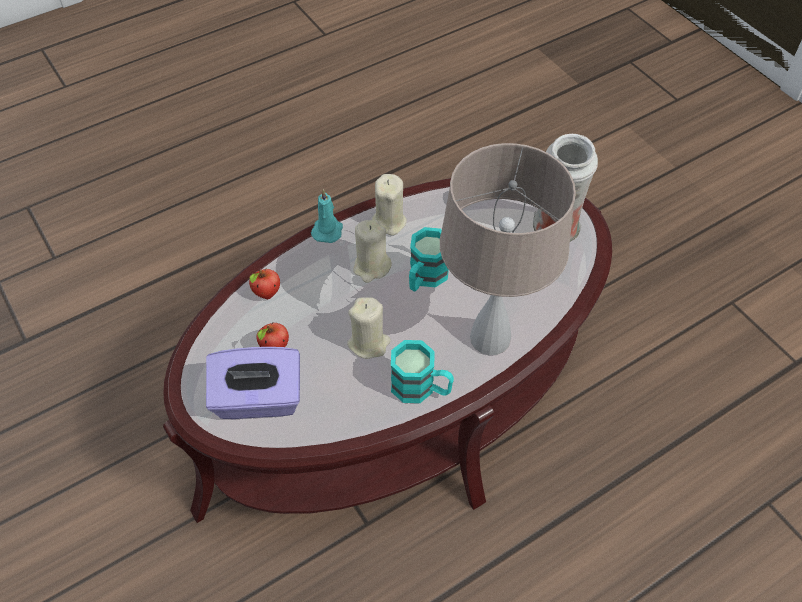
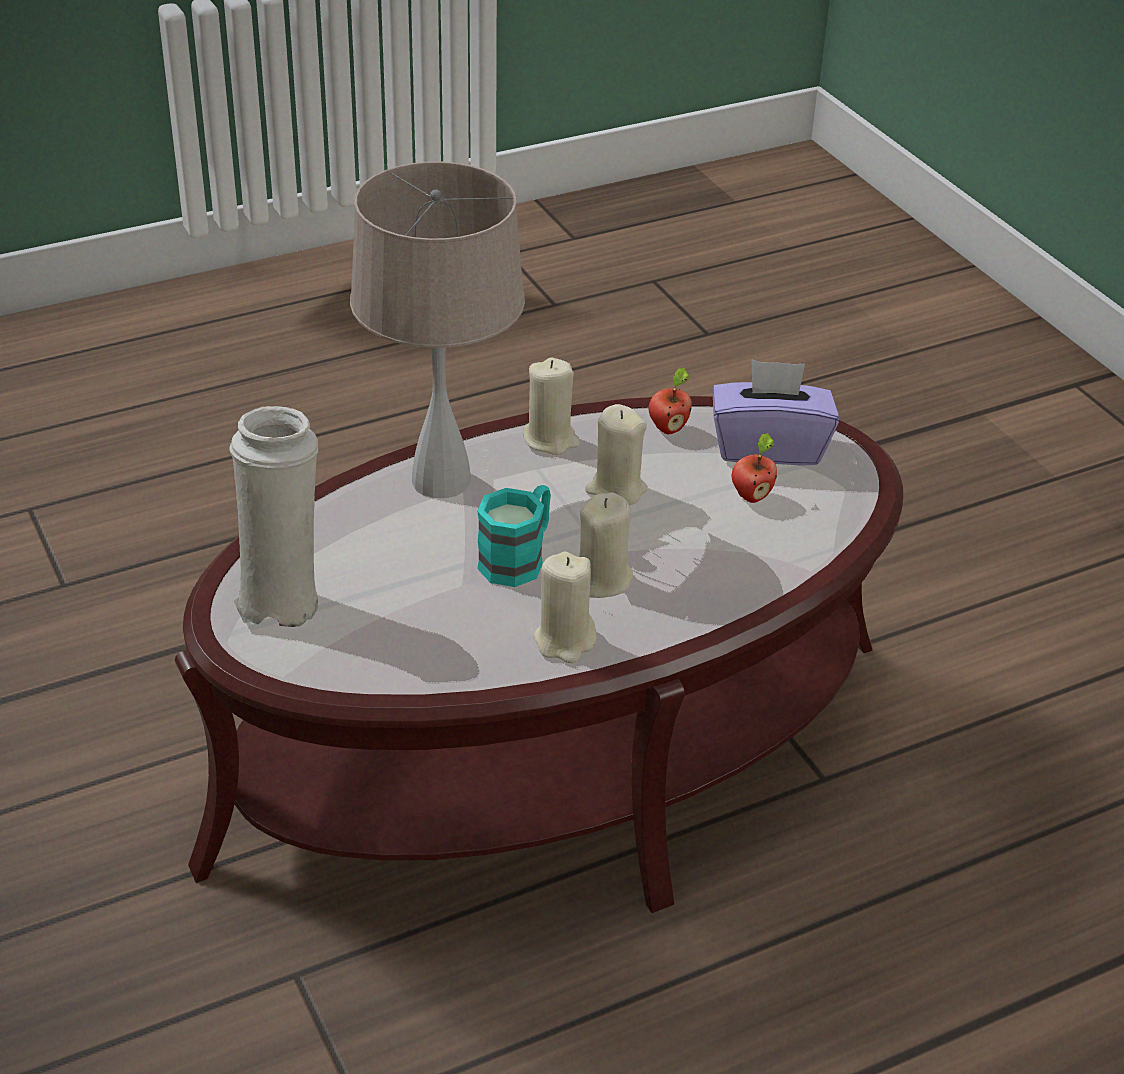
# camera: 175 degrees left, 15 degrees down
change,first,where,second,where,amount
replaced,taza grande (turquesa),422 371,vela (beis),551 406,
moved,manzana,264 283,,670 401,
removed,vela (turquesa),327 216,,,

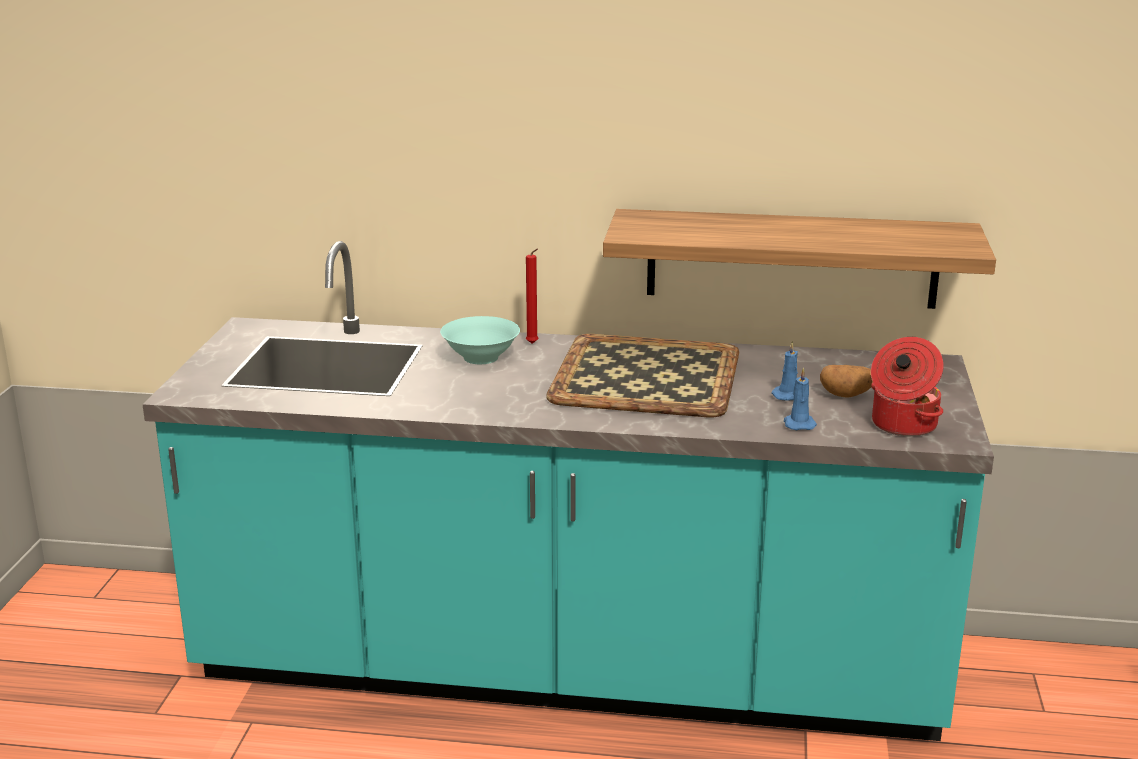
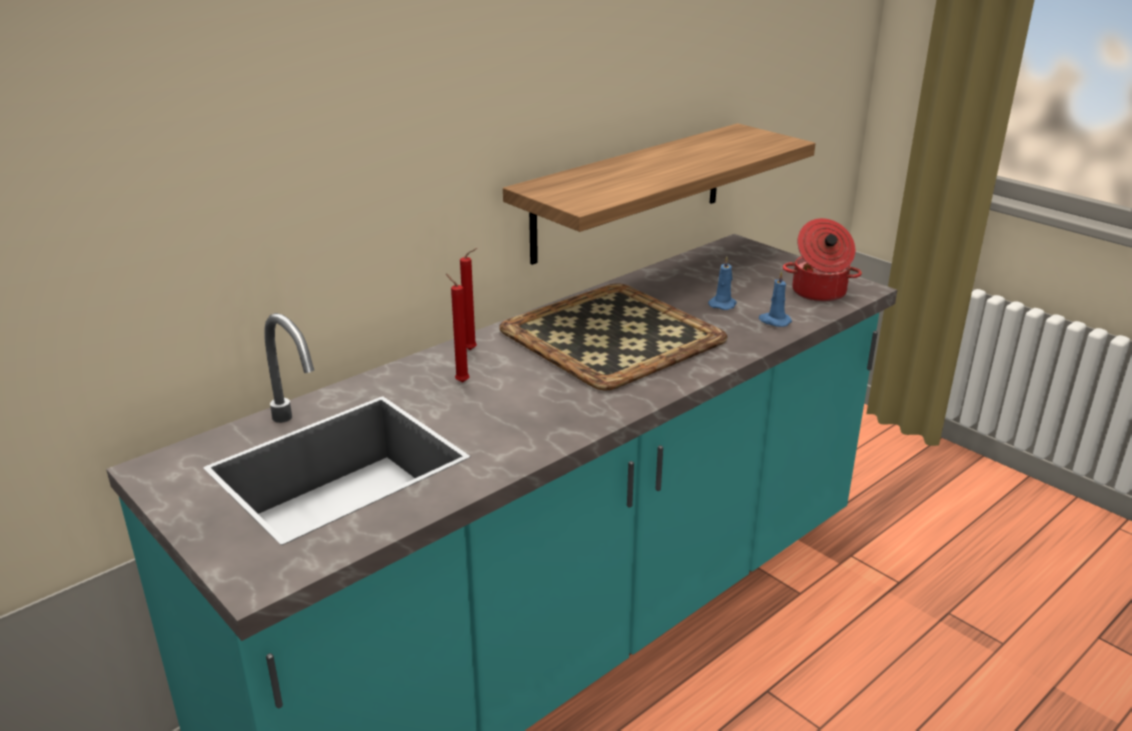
# camera: 50 degrees left, 5 degrees up
change,first,where,second,where,amount
replaced,cuenco (turquesa),480 340,vela (rojo),457 328,
removed,patata,846 381,,,

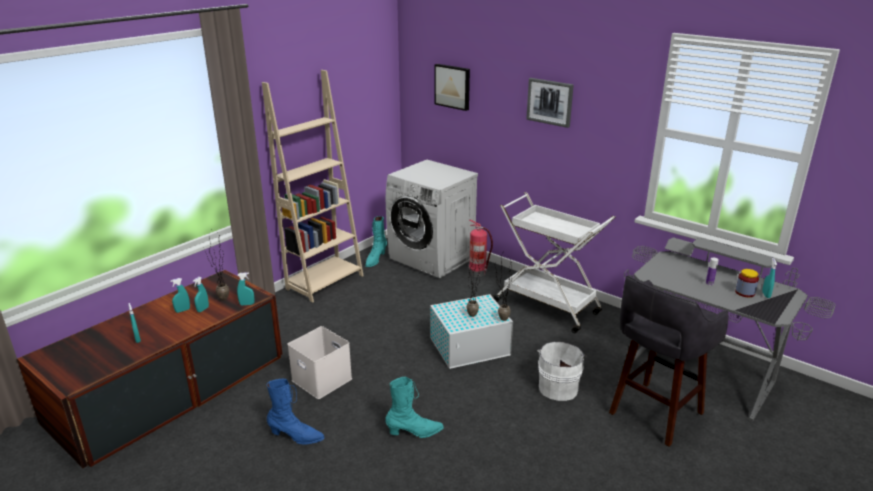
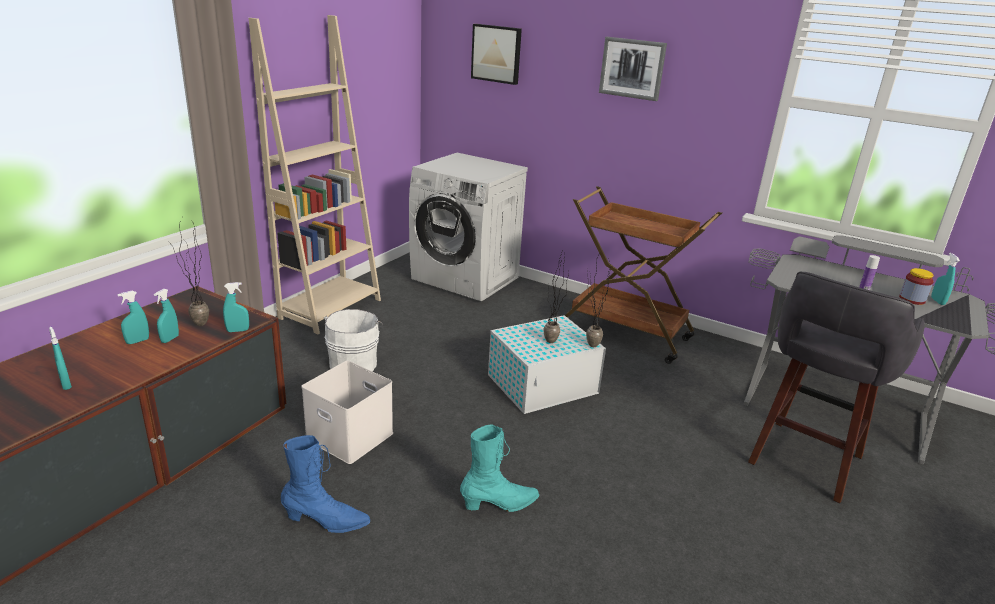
# camera: 10 degrees left, 0 degrees up
change,first,where,second,where,amount
moved,cubo (blanco),562 371,,353 340,
recoloured,carrito (blanco),554 262,carrito (marrón),643 275,
removed,bota (turquesa),376 241,,,
removed,extintor,481 248,,,

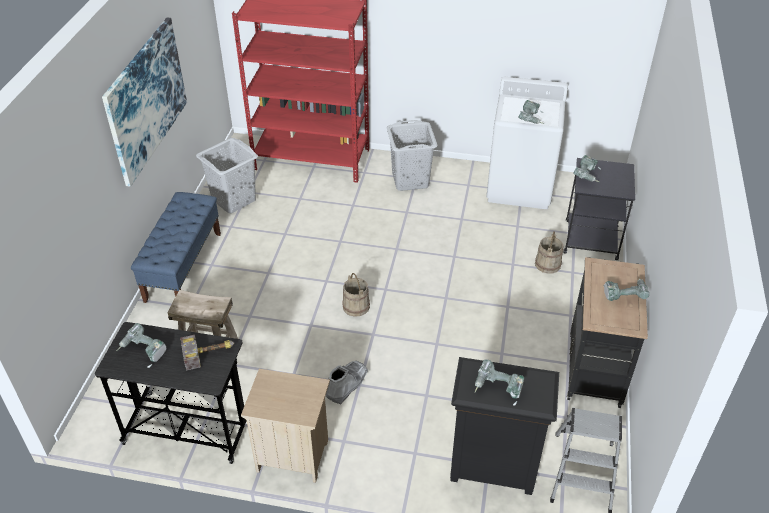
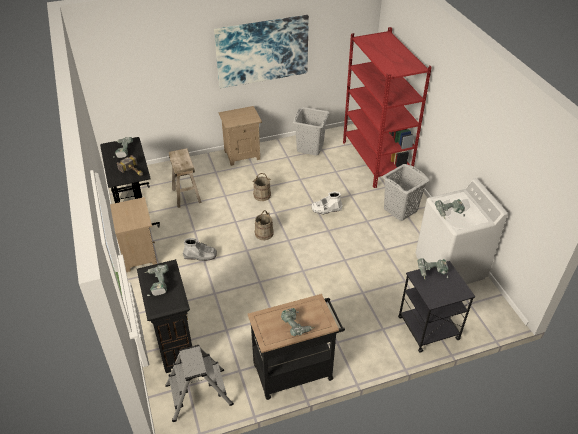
# camera: 60 degrees right, 0 degrees up
change,first,where,second,where,amount
replaced,banco (azul),176 247,mesita de noche (beis),240 136,
moved,cubo (beis),549 252,,261 187,
added,,,bota (blanco),327 202,

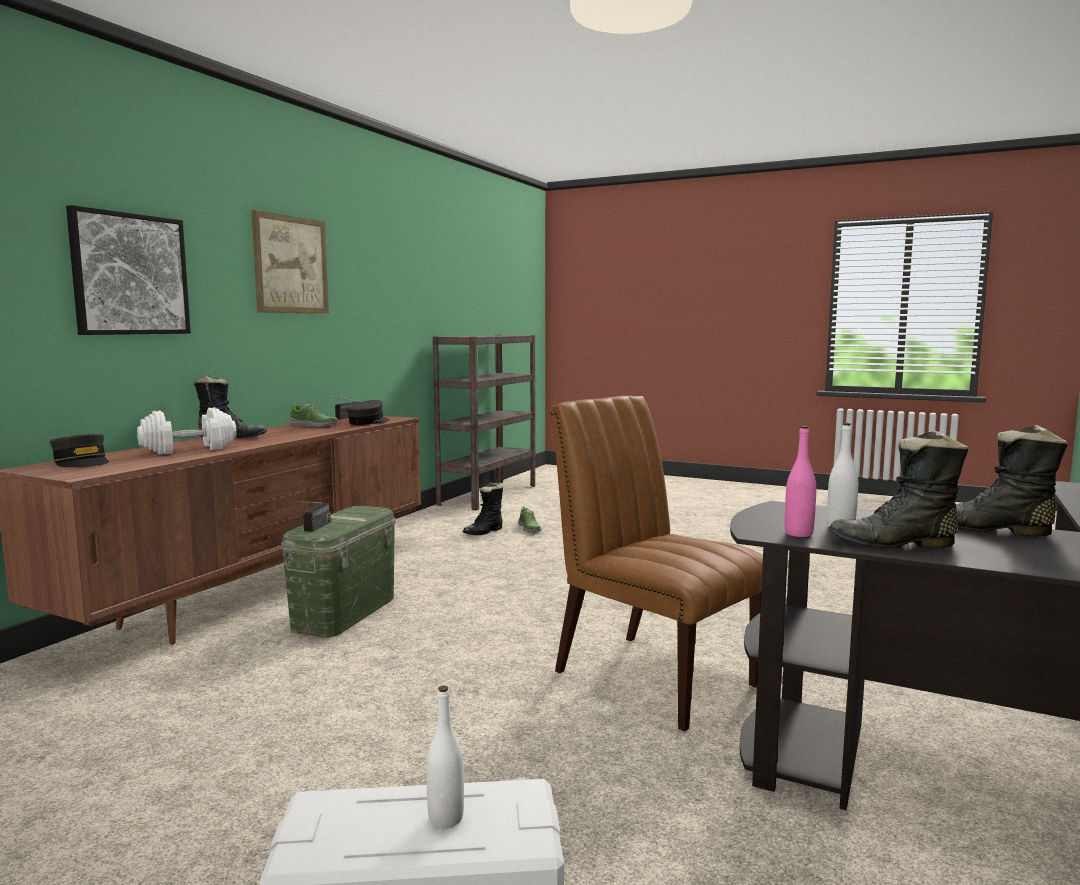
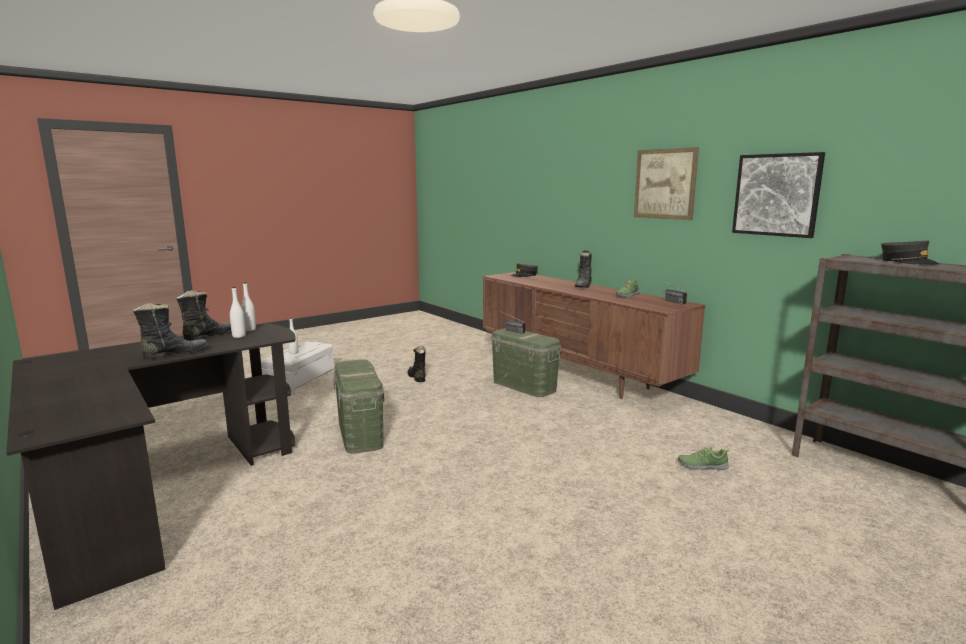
# camera: 115 degrees right, 5 degrees up
change,first,where,second,where,amount
recoloured,botella (rosa),800 481,botella (blanco),248 306,
replaced,silla (marrón),656 564,caja de almacenaje (verde),358 406,
moved,bota (negro),482 508,,417 364,
moved,cuadro,128 270,,778 195,
moved,gorra (gris),368 412,,910 253,
removed,mancuerna (blanco),187 431,,,

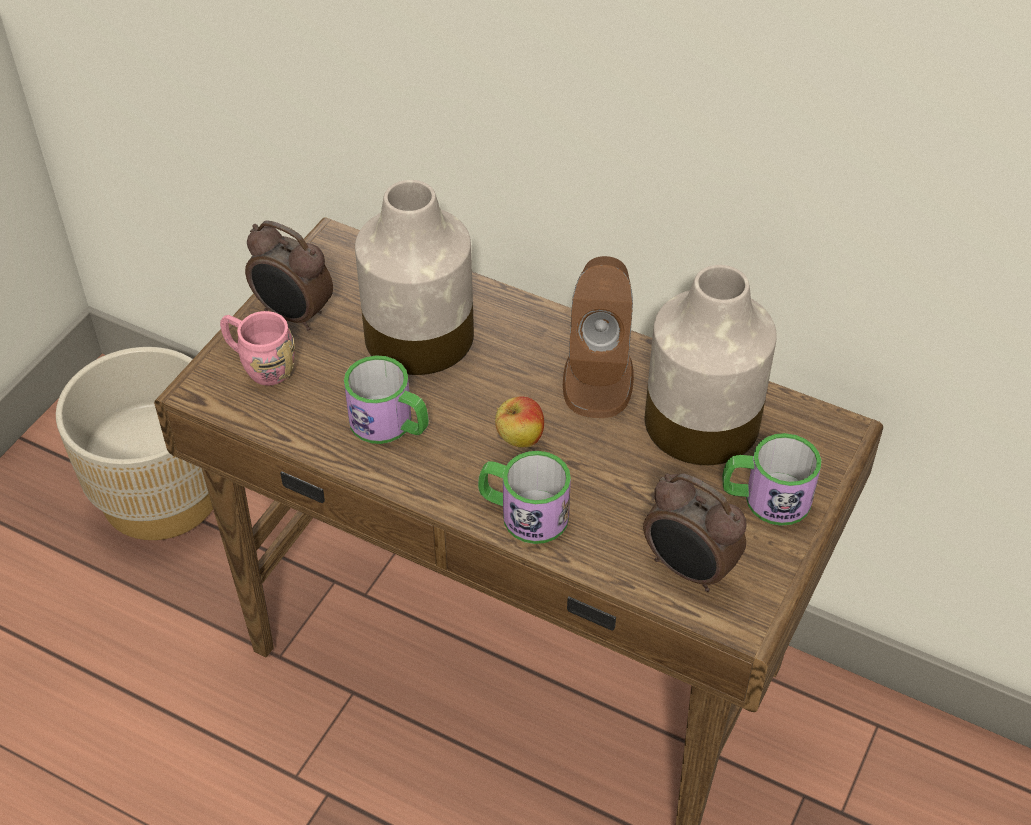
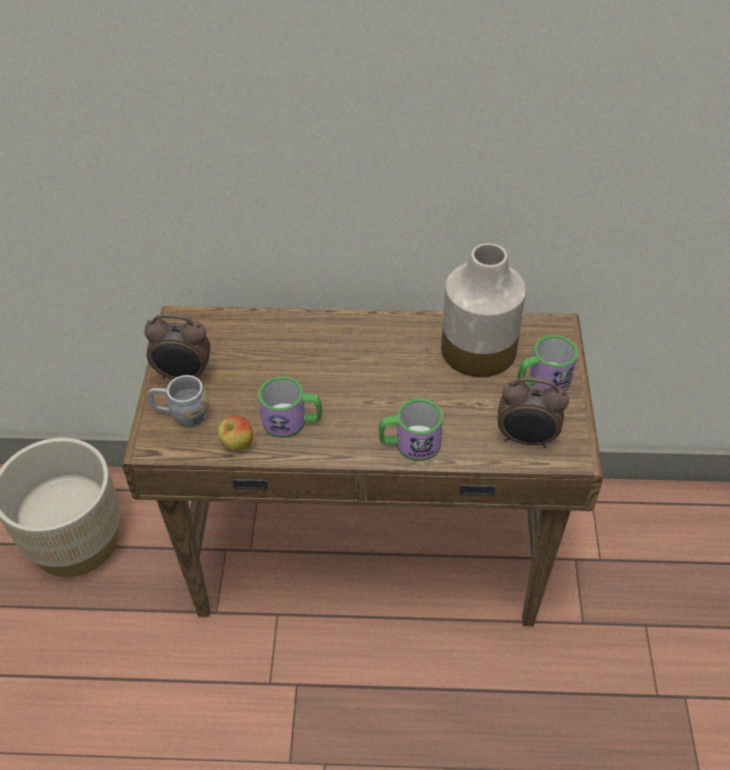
# camera: 25 degrees left, 0 degrees up
change,first,where,second,where,amount
recoloured,taza grande (rosa),257 348,taza grande (gris),178 401,
moved,manzana,519 422,,235 433,
removed,florero (beis),414 277,,,
removed,altavoz (marrón),598 337,,,

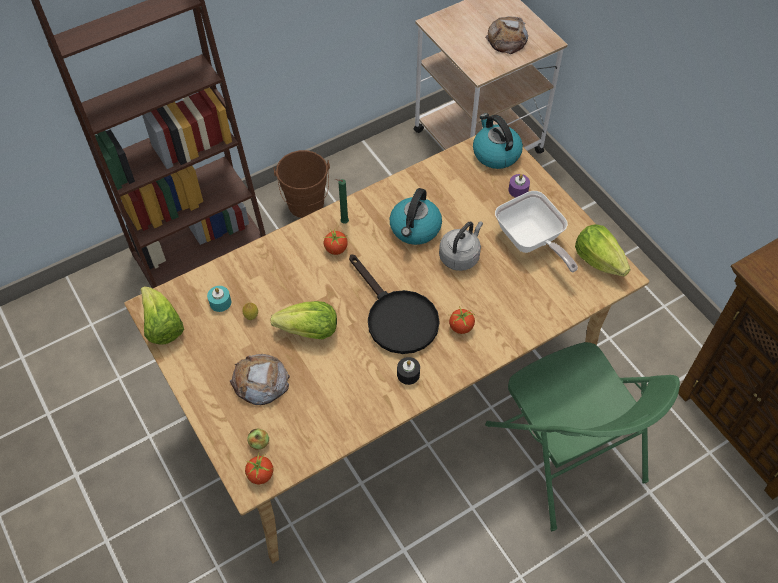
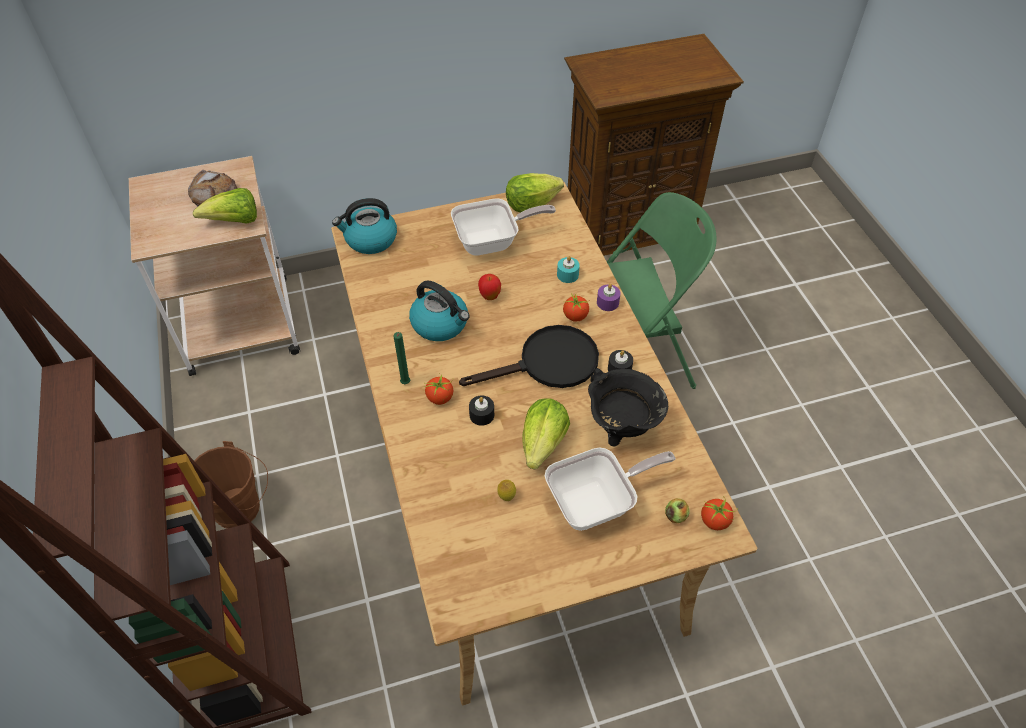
# camera: 75 degrees left, 5 degrees down
change,first,where,second,where,amount
moved,lechuga,162 315,,225 206,
added,,,vela (negro),481 410,
replaced,hervidor (gris),461 246,manzana,489 287,
replaced,pan,260 379,sartén,610 489,
moved,vela (turquesa),219 299,,568 269,
added,,,olla (negro),628 407,
moved,vela (morado),519 186,,609 297,

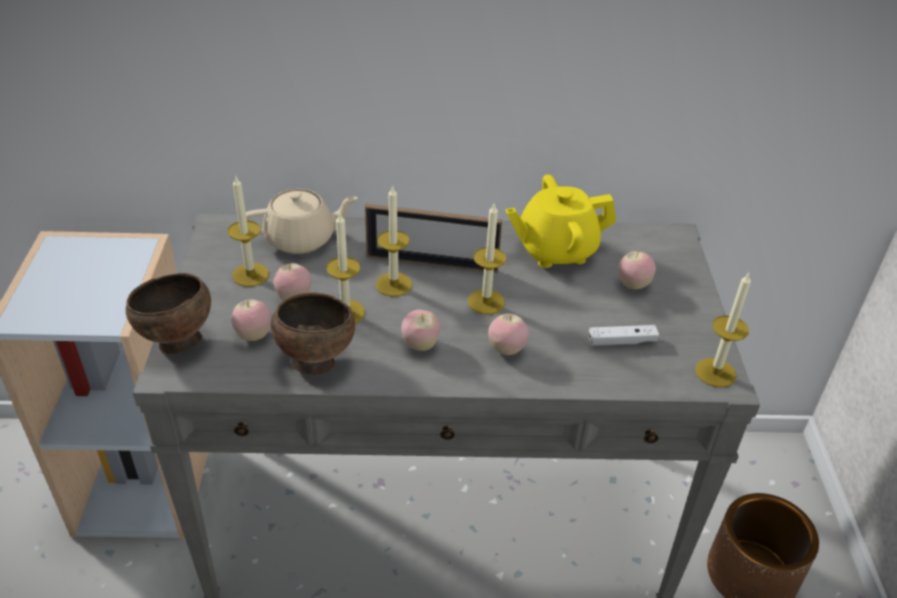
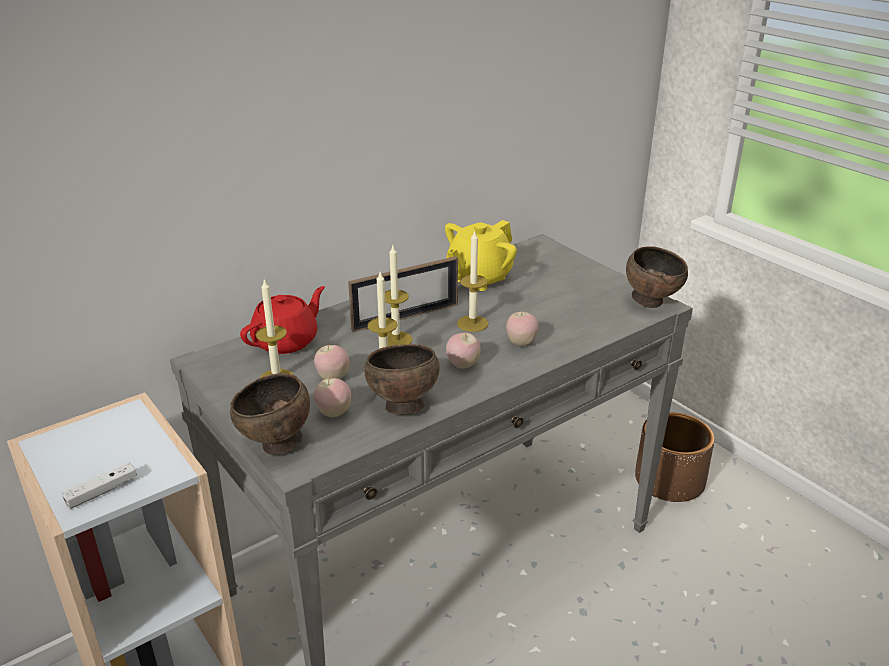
# camera: 35 degrees left, 10 degrees down
change,first,where,second,where,amount
moved,mando de consola (blanco),624 335,,99 485,
recoloured,tetera (beis),302 221,tetera (rojo),282 320,
replaced,vela,723 330,cuenco (marrón),657 277,
removed,manzana,637 270,,,

